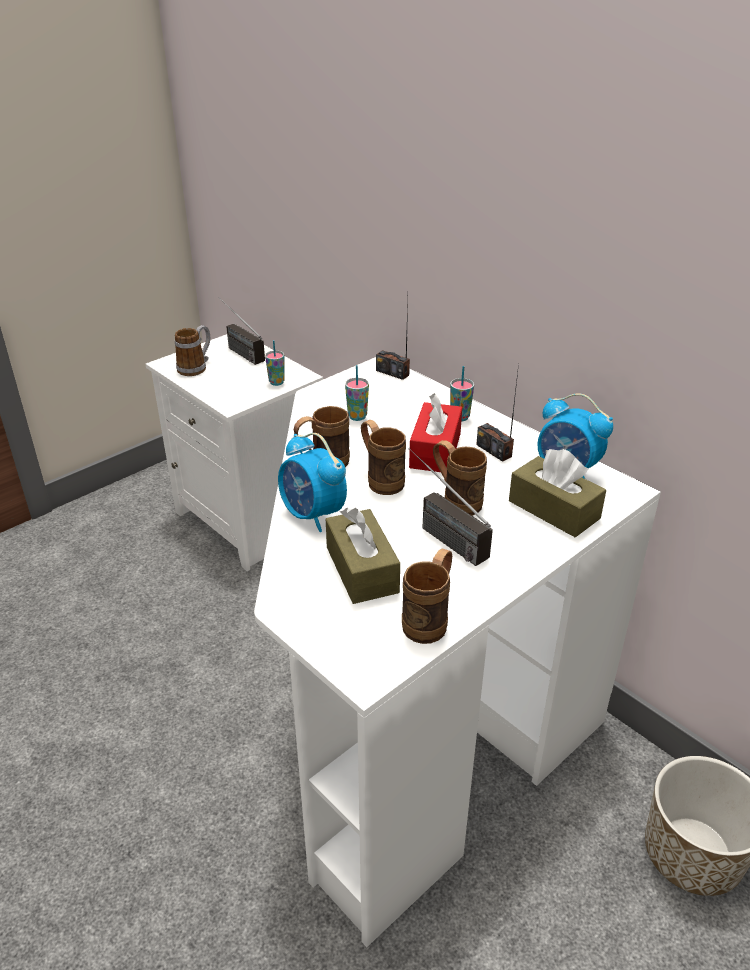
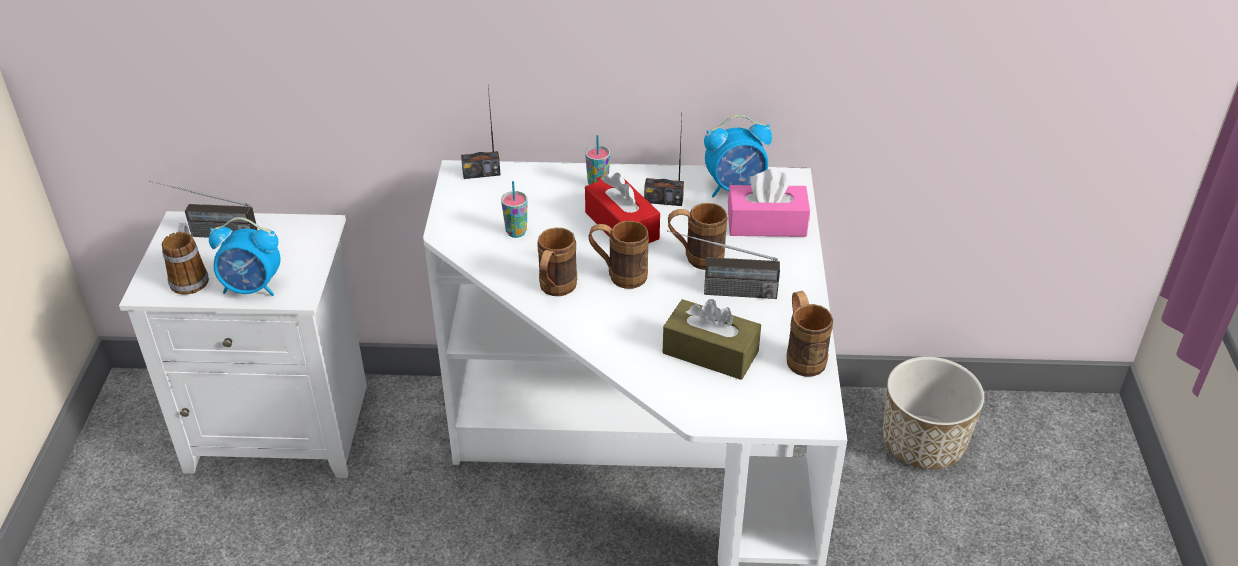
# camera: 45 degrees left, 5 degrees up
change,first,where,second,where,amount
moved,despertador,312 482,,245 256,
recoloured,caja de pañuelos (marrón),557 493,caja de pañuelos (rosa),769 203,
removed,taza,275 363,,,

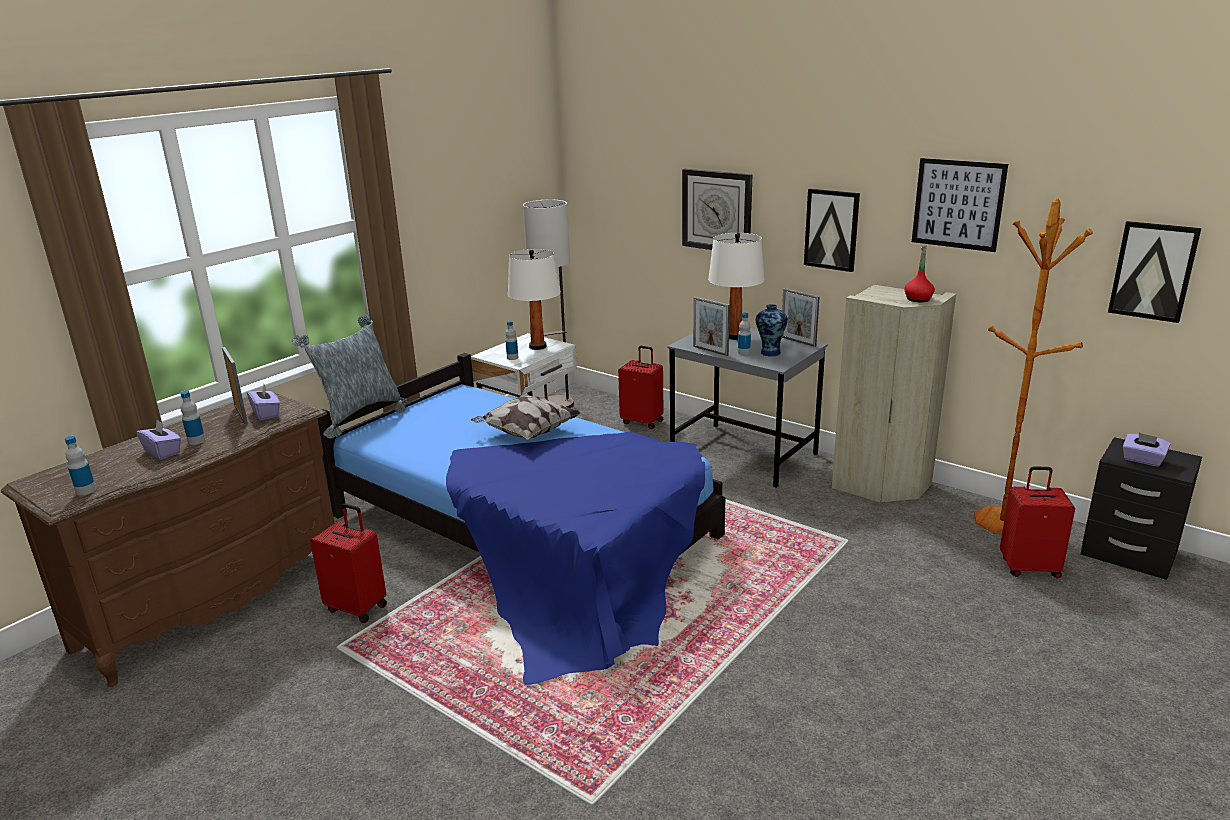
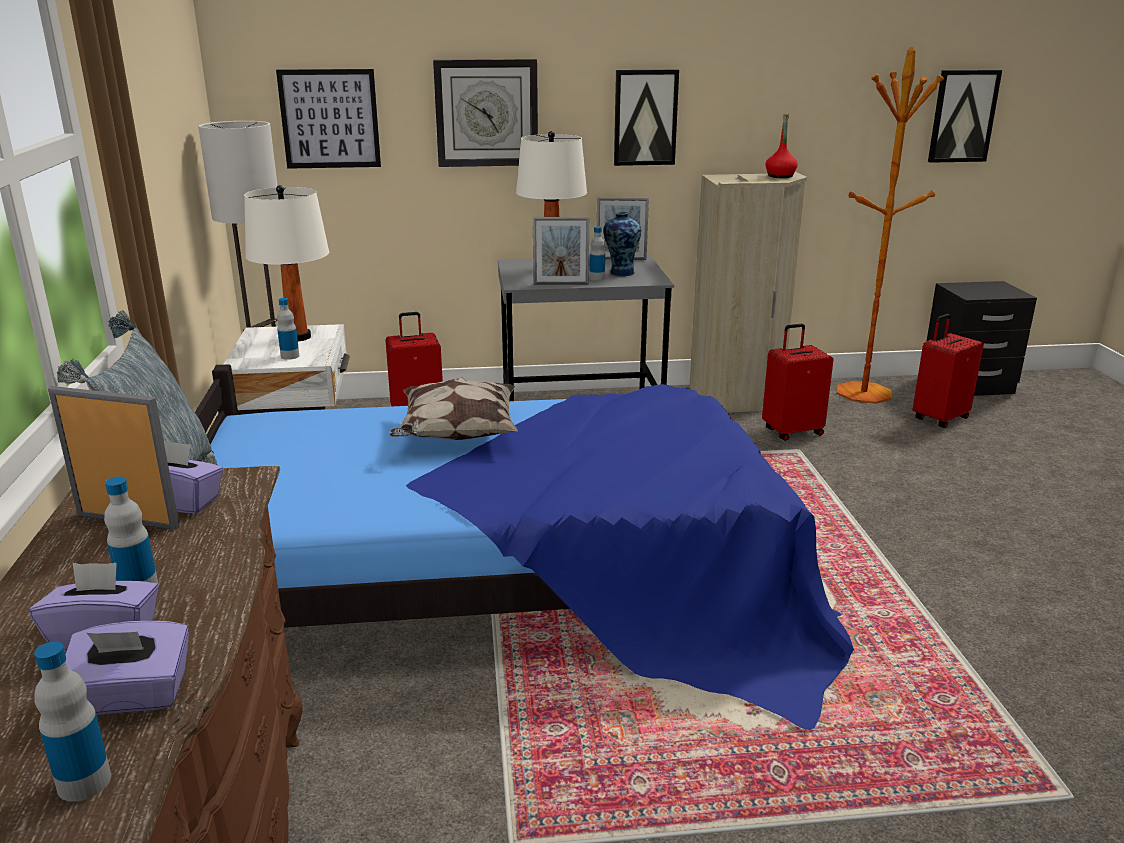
# camera: 45 degrees left, 0 degrees up
change,first,where,second,where,amount
moved,caja de pañuelos (morado),1147 450,,127 668,
moved,cuadro,960 205,,328 119,
moved,maleta (rojo),348 563,,797 382,

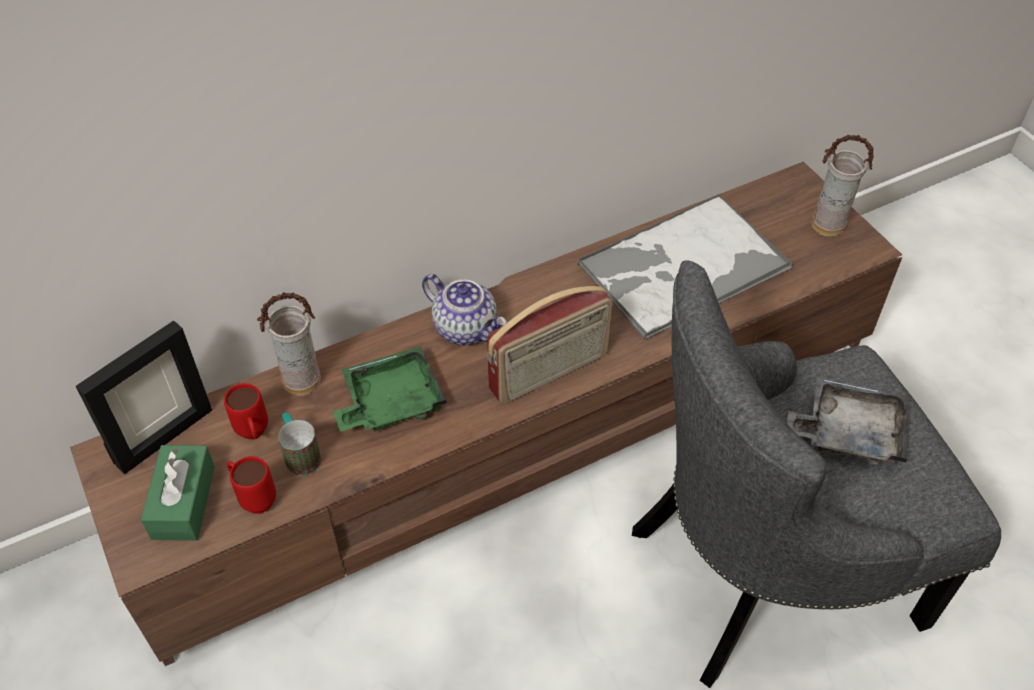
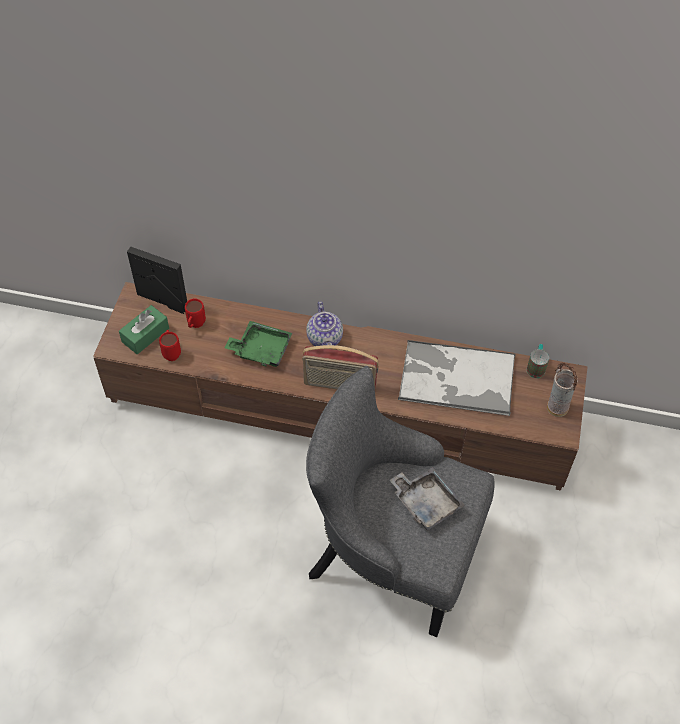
# camera: 40 degrees right, 5 degrees up
change,first,where,second,where,amount
turned,portarretratos,143 397,,157 280,150 degrees counterclockwise
moved,taza grande,299 444,,538 361,
removed,florero,289 344,,,

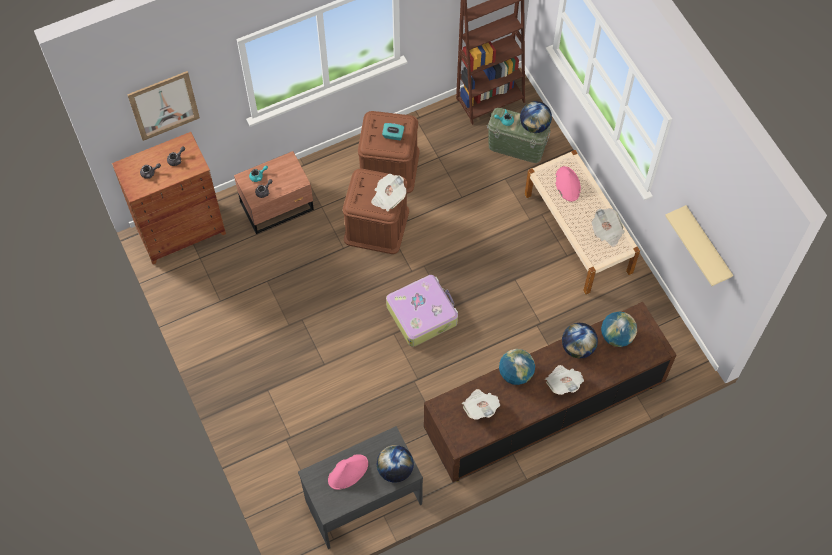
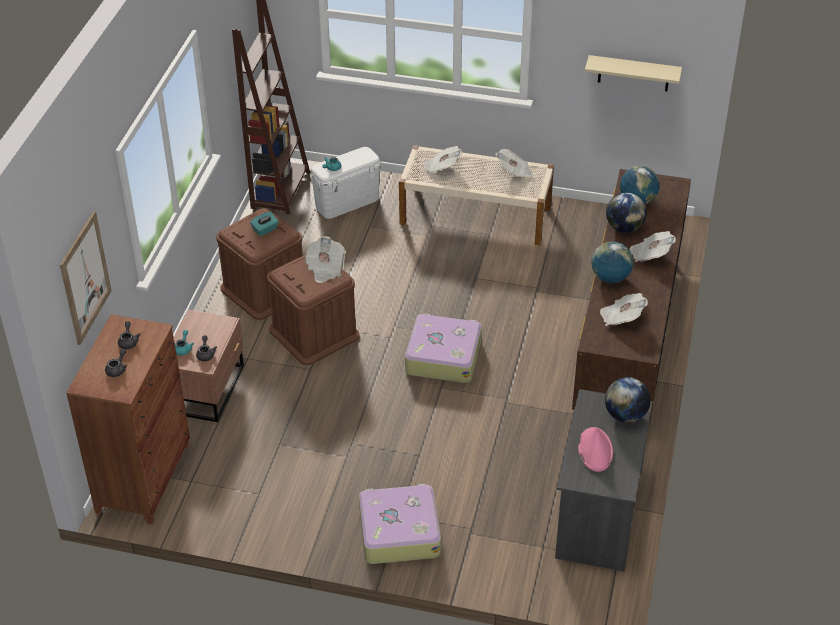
# camera: 50 degrees left, 20 degrees down
change,first,where,second,where,amount
recoloured,caja de almacenaje (verde),519 135,caja de almacenaje (blanco),345 183,
added,,,maleta,400 524,
replaced,sombrero (rosa),568 184,periódico,443 160,
removed,globo terráqueo,536 117,,,

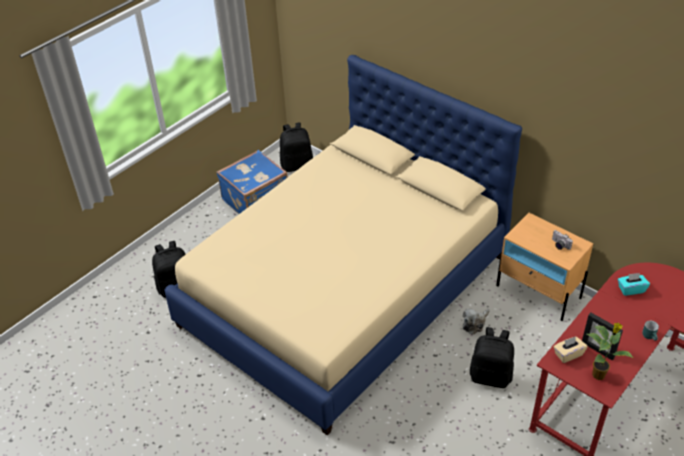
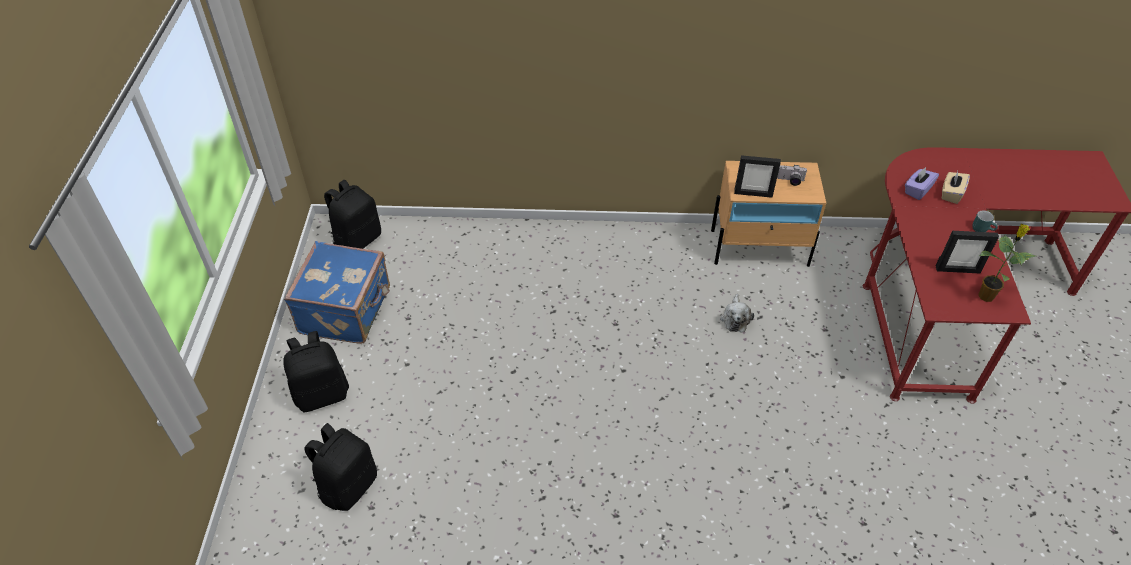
# camera: 40 degrees left, 5 degrees up
change,first,where,second,where,amount
moved,mochila (negro),492 357,,316 372,
added,,,portarretratos,757 176,
recoloured,caja de pañuelos (turquesa),634 284,caja de pañuelos (morado),922 183,
moved,caja de pañuelos (beis),570 349,,956 187,
removed,cama (beis),343 245,,,

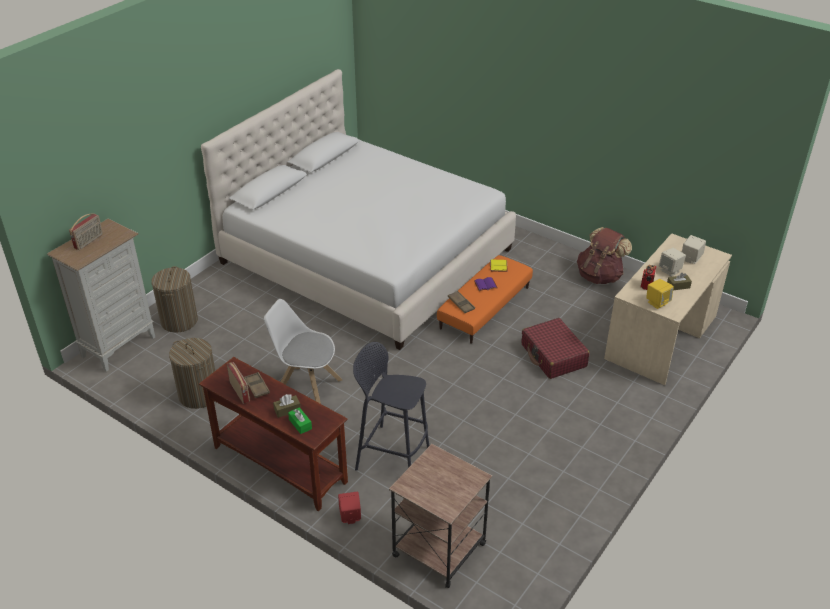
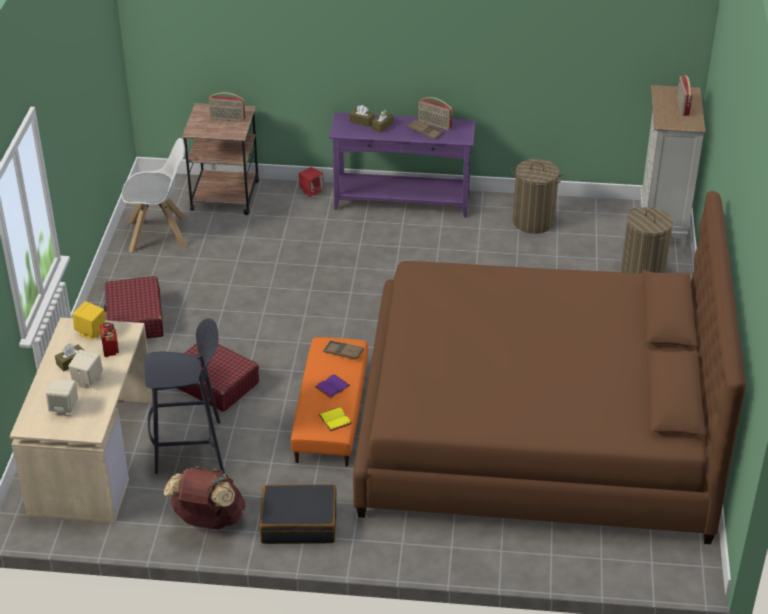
# camera: 150 degrees right, 0 degrees up
change,first,where,second,where,amount
added,,,maleta (rojo),133 307,
moved,silla,303 351,,155 195,
moved,taburete (gris),391 406,,185 396,
added,,,radio,227 107,
added,,,maleta (negro),298 514,
recoloured,mesa consola (marrón),273 434,mesa consola (morado),402 165,
recoloured,caja de pañuelos (verde),300 420,caja de pañuelos (marrón),362 116,
recoloured,cama (blanco),358 209,cama (marrón),549 367,

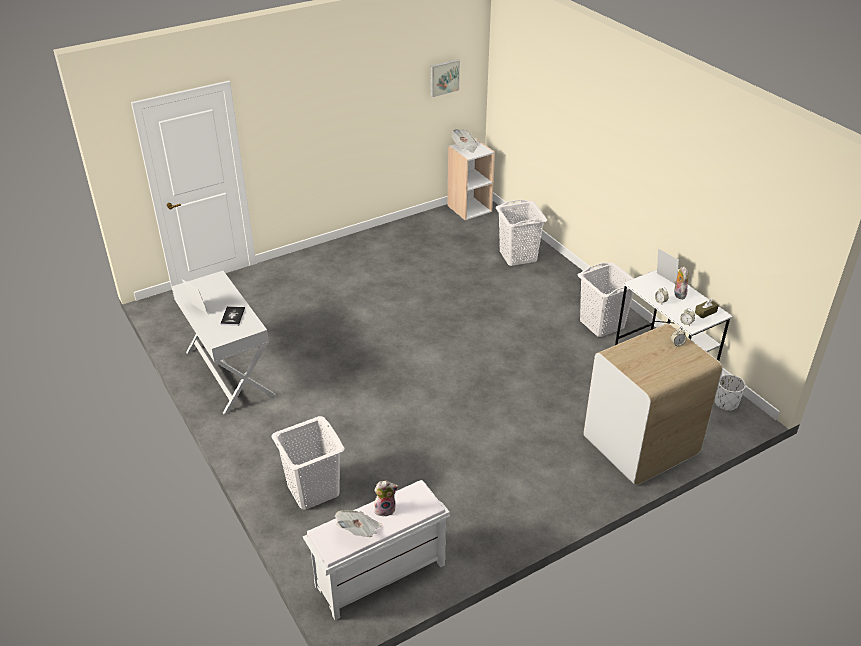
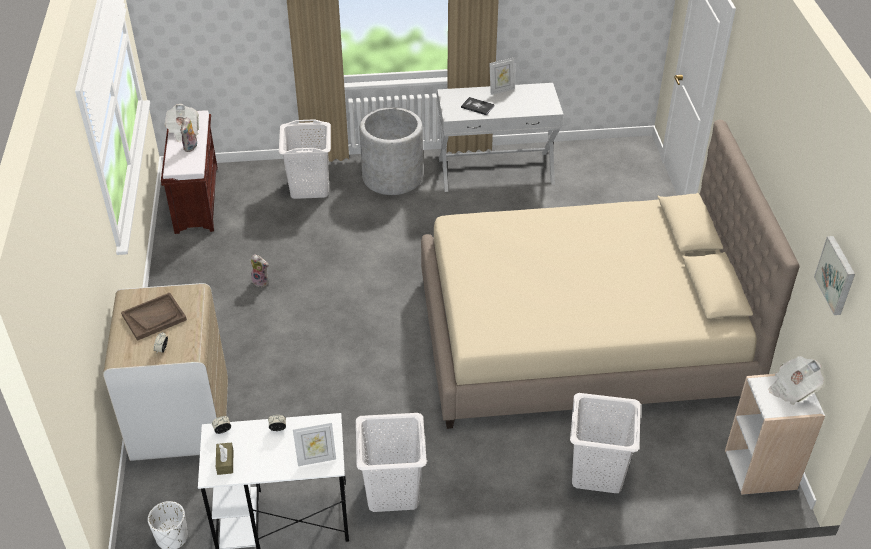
# camera: 115 degrees right, 5 degrees up
change,first,where,second,where,amount
added,,,bandeja (marrón),154 317,
recoloured,banco (blanco),376 550,banco (marrón),189 172,
moved,peluche,681 283,,260 270,
added,,,maceta (gris),391 151,
added,,,cama (beis),610 274,

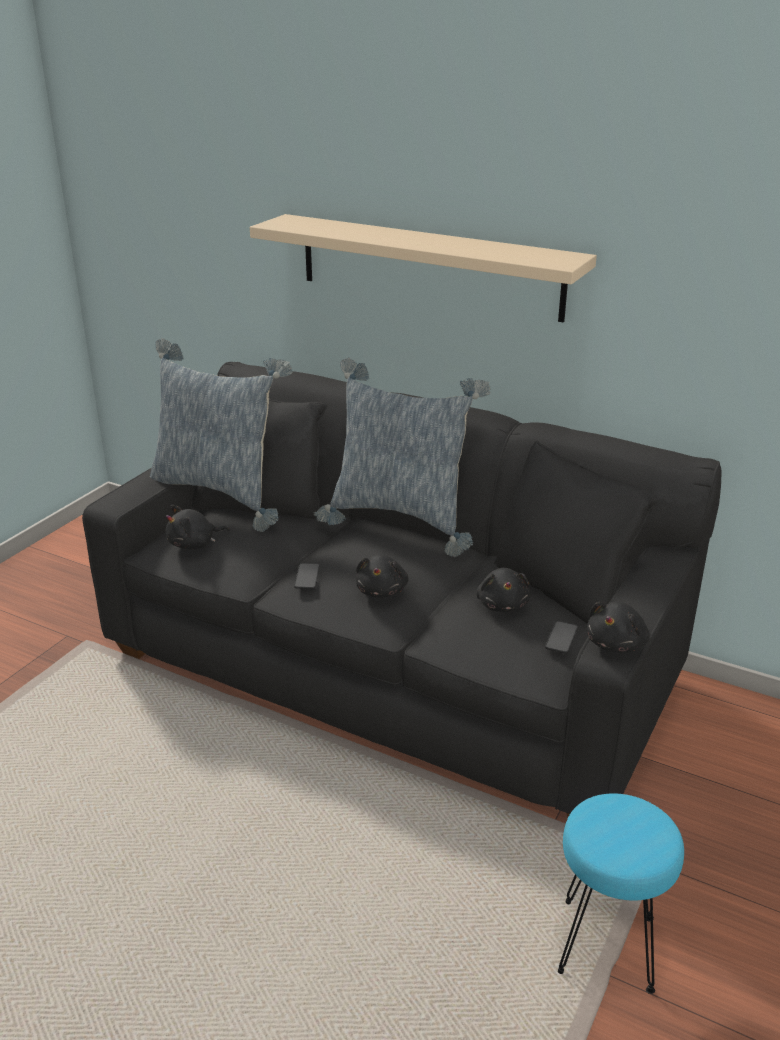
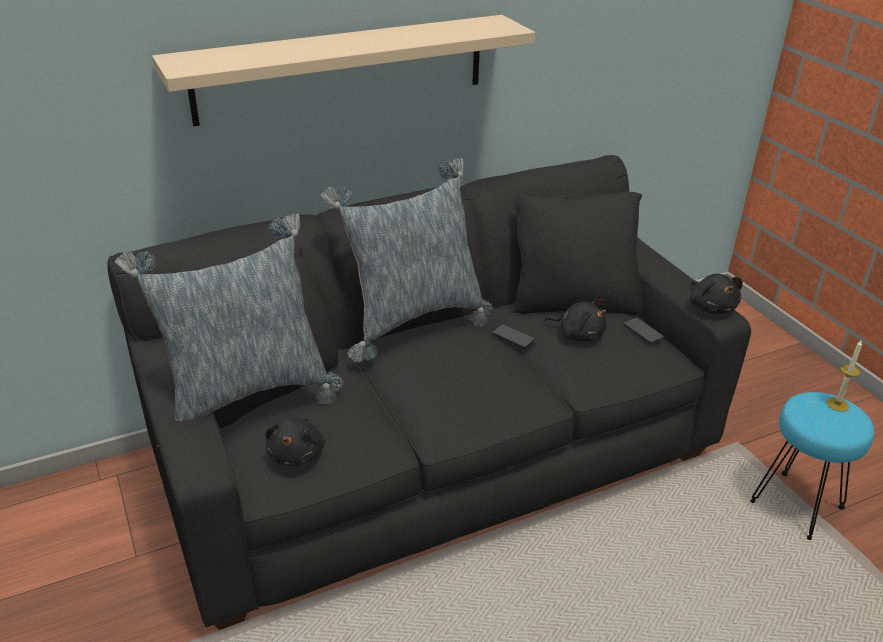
# camera: 55 degrees left, 5 degrees up
change,first,where,second,where,amount
moved,móvil,307 576,,513 336,
added,,,vela,844 375,
removed,peluche (negro),382 576,,,

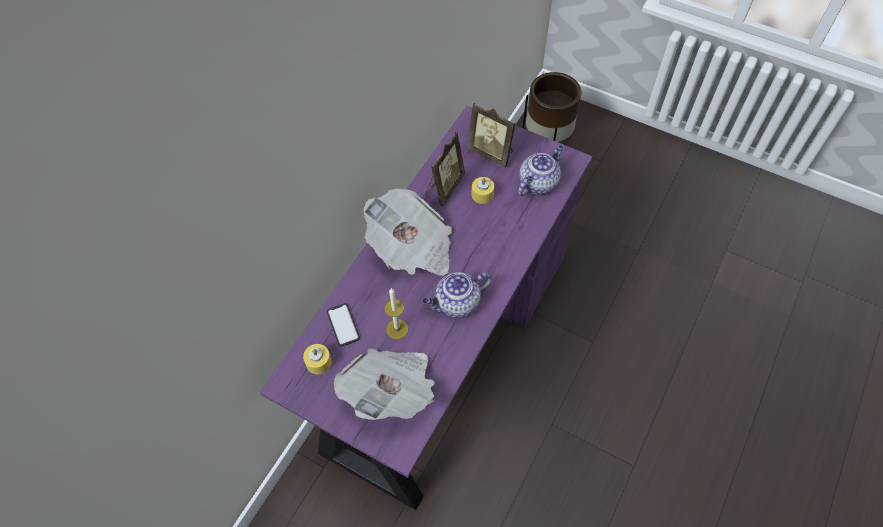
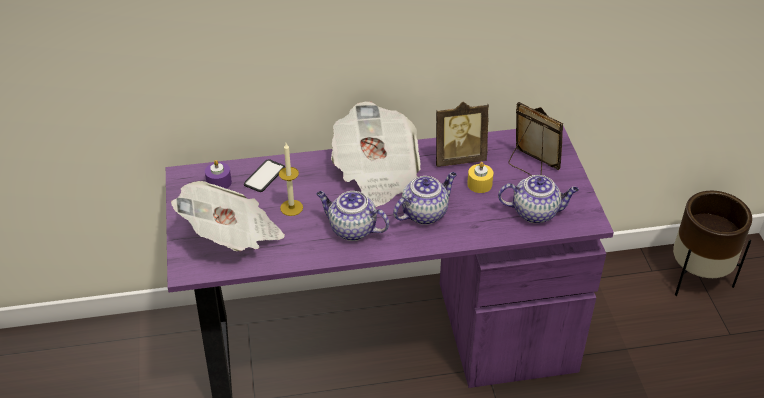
# camera: 50 degrees right, 15 degrees down
change,first,where,second,where,amount
recoloured,vela (amarillo),317 359,vela (morado),218 174,
added,,,tetera,425 198,
turned,portarretratos,491 135,,535 139,135 degrees clockwise

